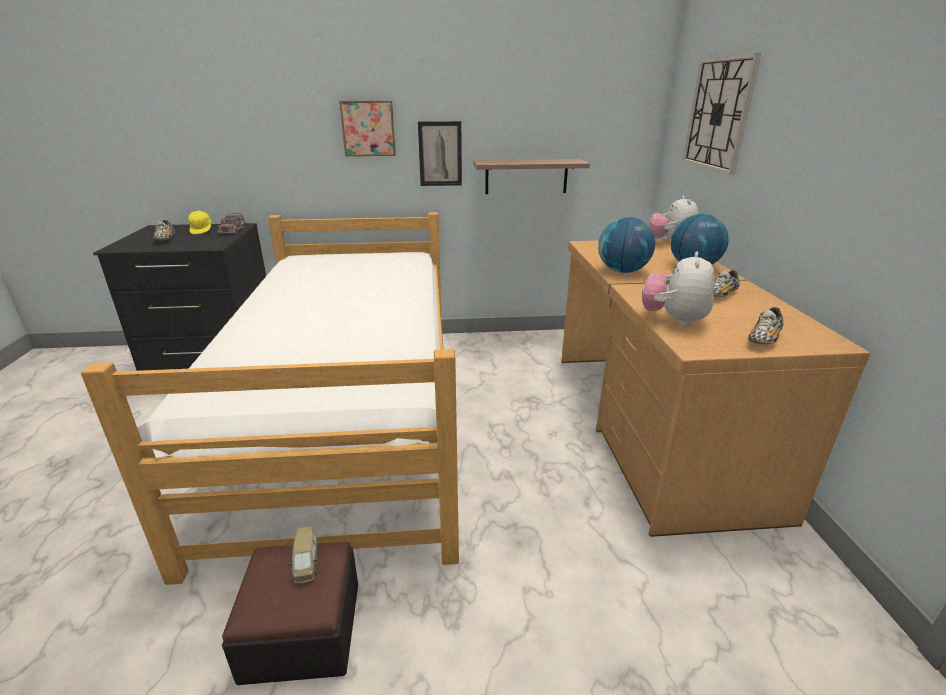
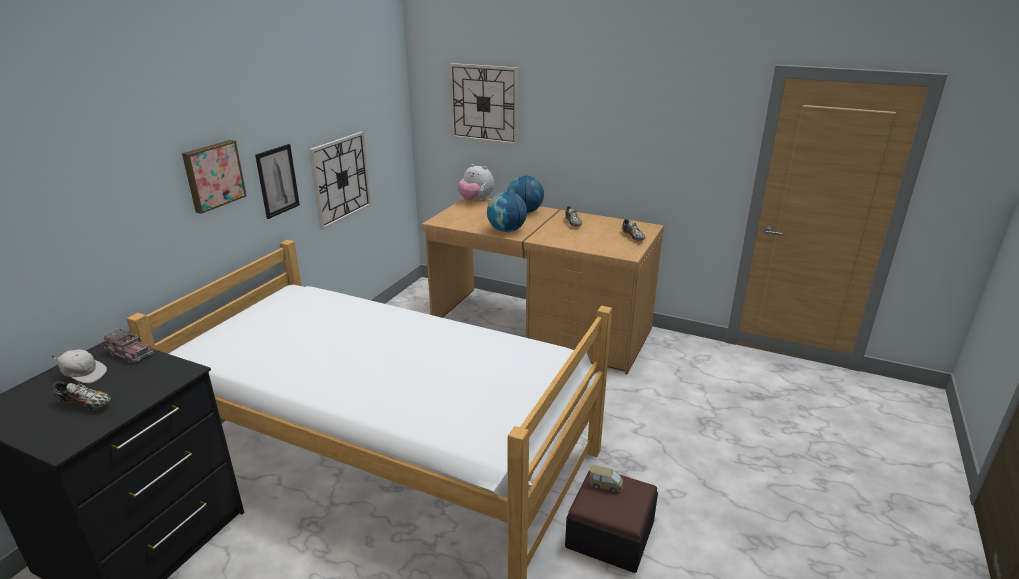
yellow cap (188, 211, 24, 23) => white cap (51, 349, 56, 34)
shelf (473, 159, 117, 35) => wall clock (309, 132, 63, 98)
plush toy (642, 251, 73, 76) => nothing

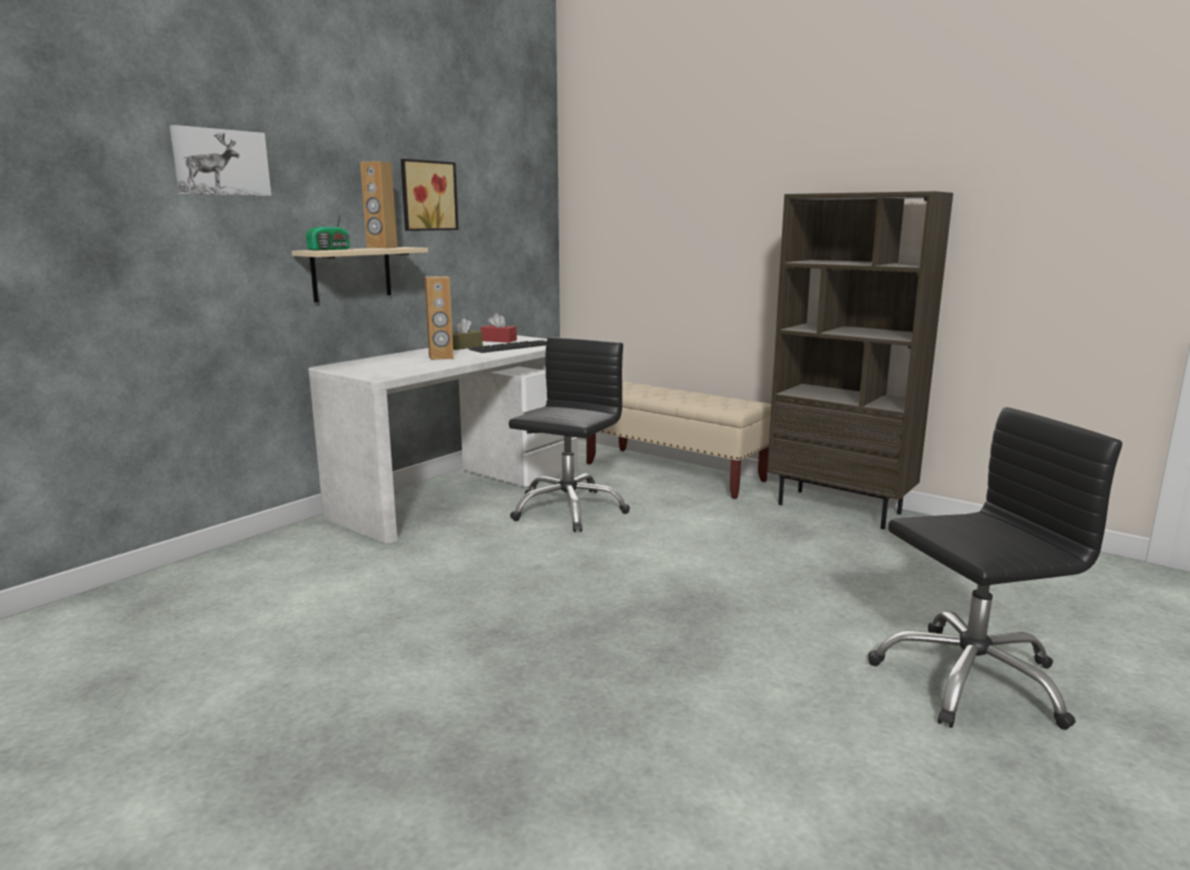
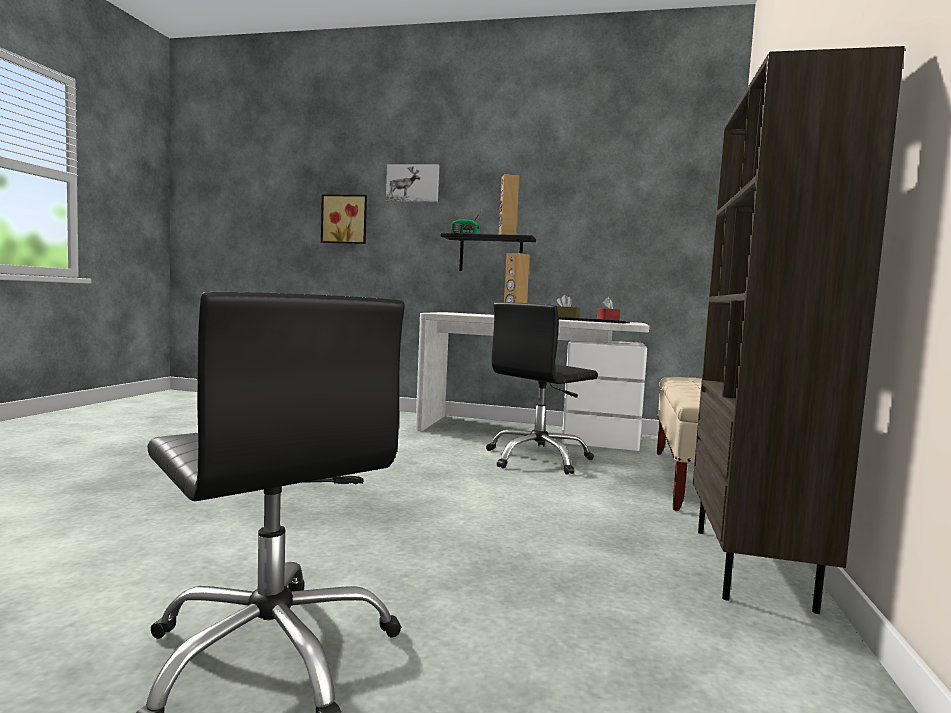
picture (401, 159, 58, 72) => picture (321, 194, 46, 50), move
beige shelf (292, 247, 136, 55) => black shelf (441, 233, 95, 38)
black office chair (509, 337, 121, 195) => black office chair (486, 302, 112, 173), 135 degrees clockwise

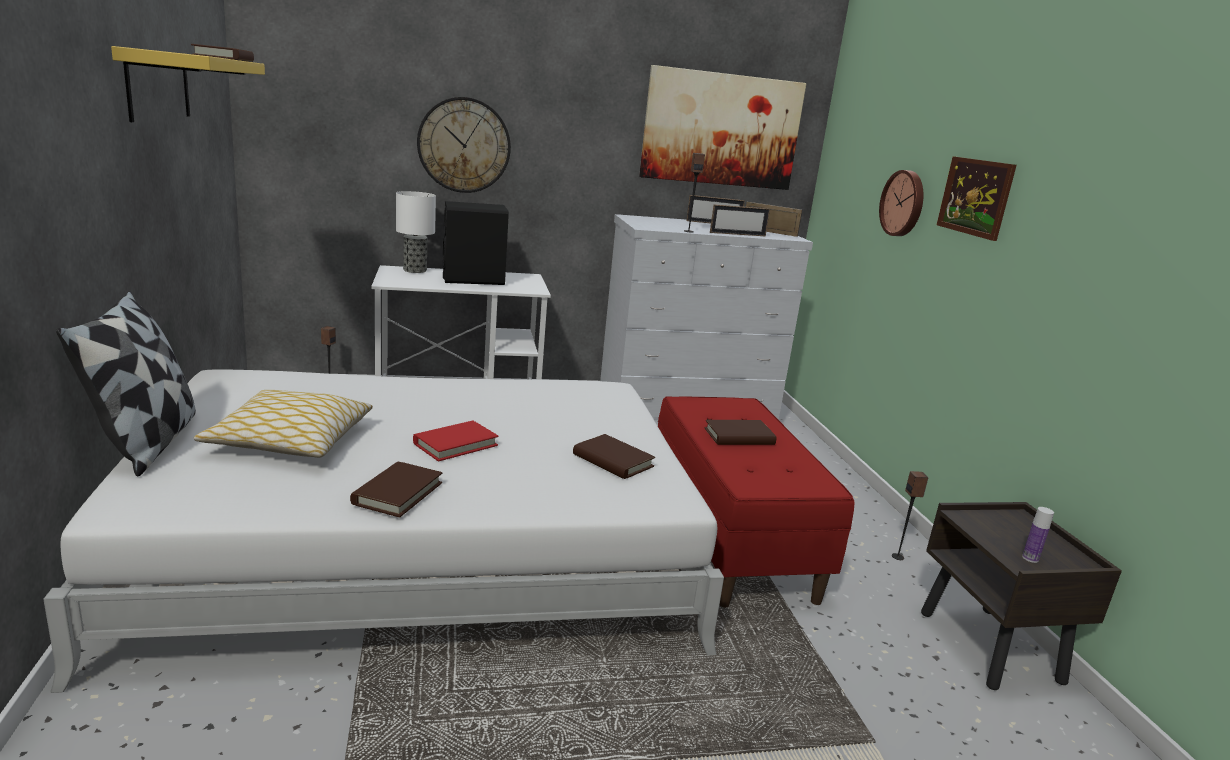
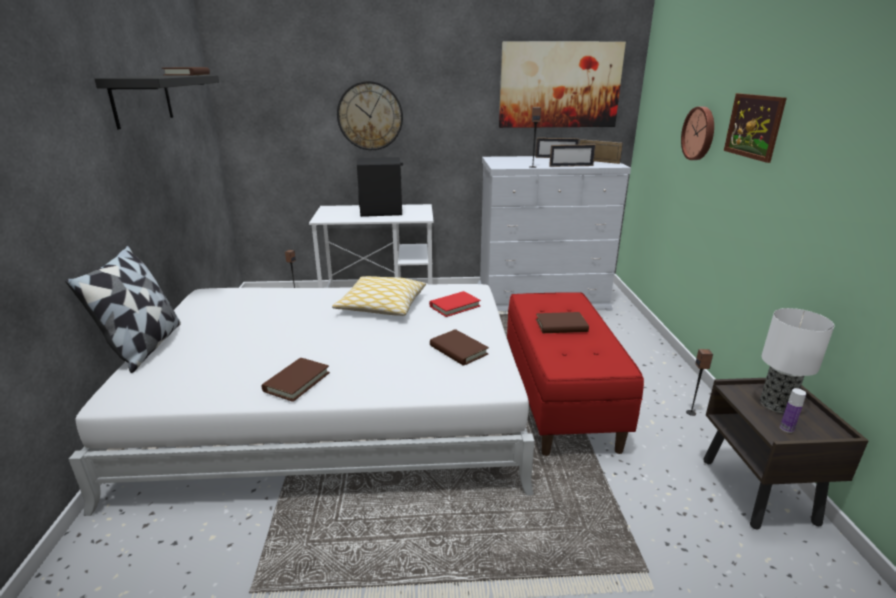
yellow shelf (111, 46, 154, 76) => black shelf (95, 75, 124, 54)
pillow (194, 390, 179, 68) => pillow (332, 276, 94, 40), move
red book (413, 421, 86, 40) => red book (429, 291, 52, 26), move
table lamp (396, 191, 40, 82) => table lamp (760, 308, 74, 105), move

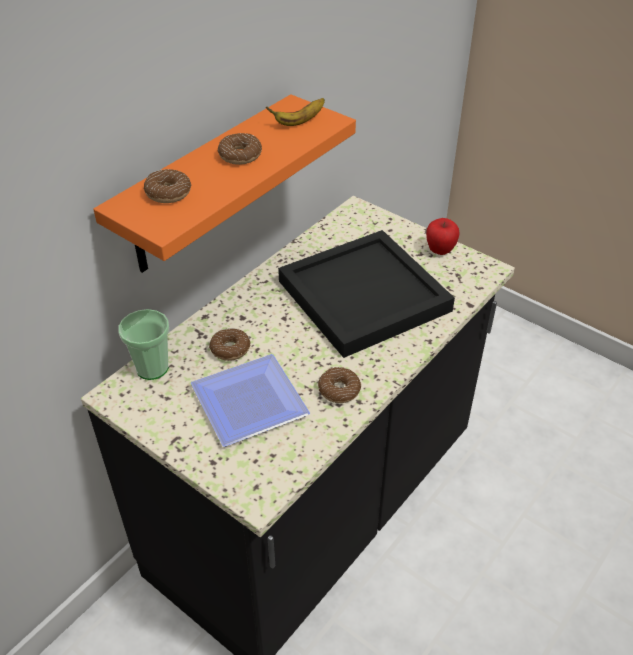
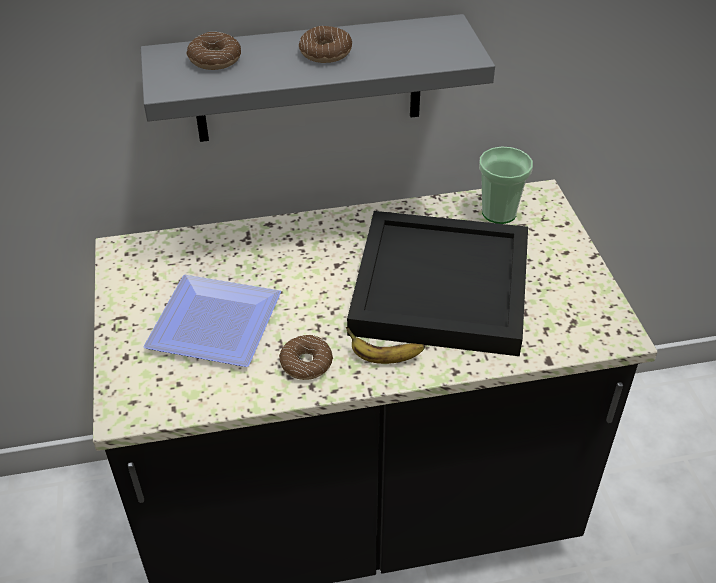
orange shelf (93, 94, 263, 179) => grey shelf (141, 14, 354, 128)
banana (266, 98, 59, 28) => banana (346, 327, 79, 37), move
cup (118, 309, 51, 71) => cup (479, 146, 54, 78), move
donut (209, 328, 41, 33) => nothing
apple (426, 218, 33, 37) => nothing

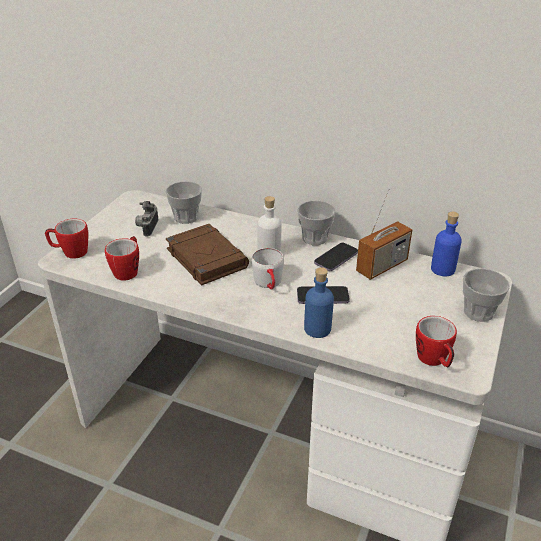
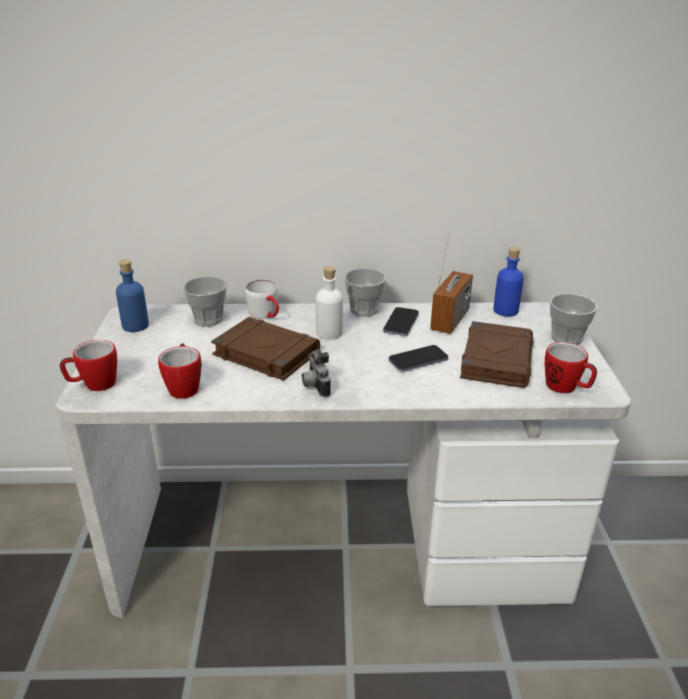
blue bottle (304, 267, 30, 71) => blue bottle (116, 260, 33, 72), move
white mug (252, 248, 32, 42) => white mug (245, 279, 34, 40), move
photo camera (135, 201, 24, 36) => photo camera (302, 349, 29, 48), move
nothing => brown book (460, 321, 74, 67)

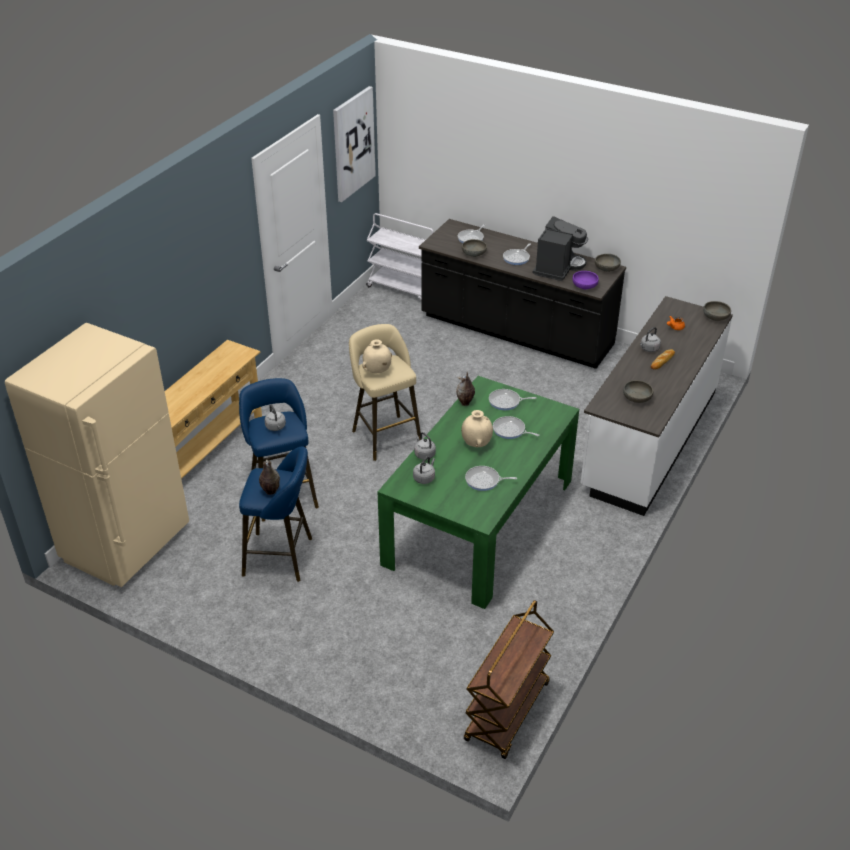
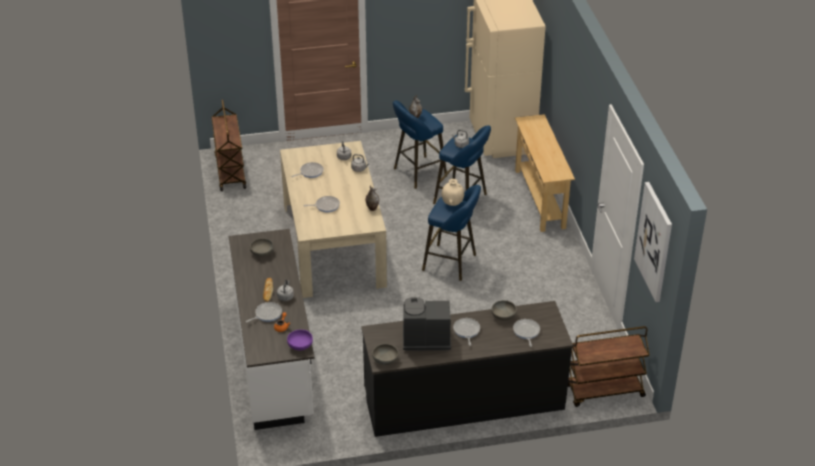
frying pan (489, 389, 47, 21) => frying pan (246, 302, 36, 20), move
green dining table (377, 376, 202, 233) => beige dining table (280, 141, 107, 157)
purple bowl (572, 271, 27, 19) => purple bowl (287, 330, 26, 20), move
coffee machine (533, 216, 55, 65) => coffee machine (403, 297, 48, 54), 105 degrees clockwise
beige stool (349, 324, 72, 137) => blue stool (422, 185, 59, 96)
white cart (366, 213, 68, 89) => brown cart (568, 326, 82, 81)
beige vase (461, 410, 32, 37) => nothing
grey bowl (703, 301, 28, 20) => nothing

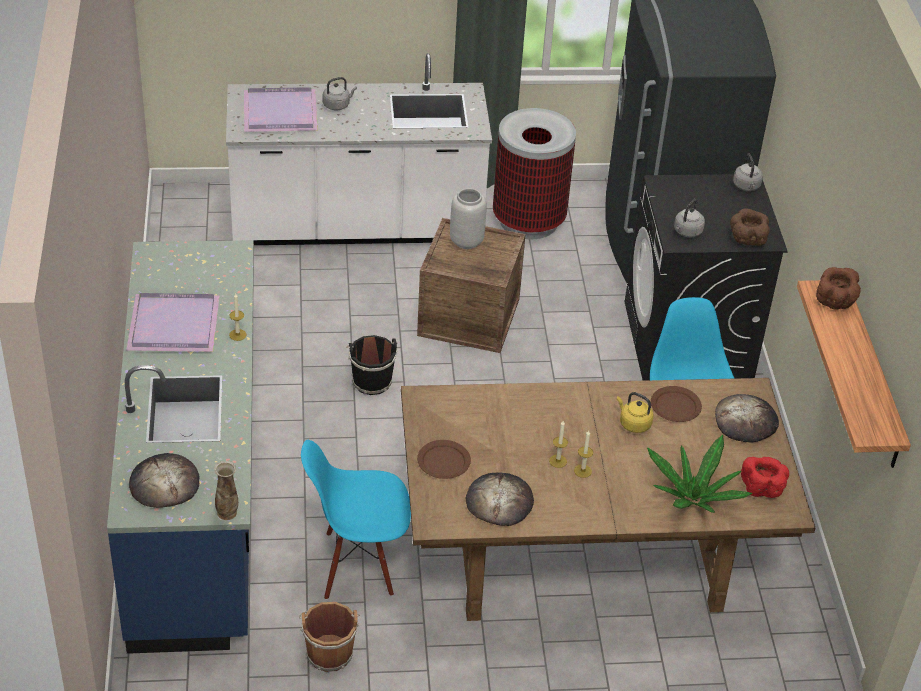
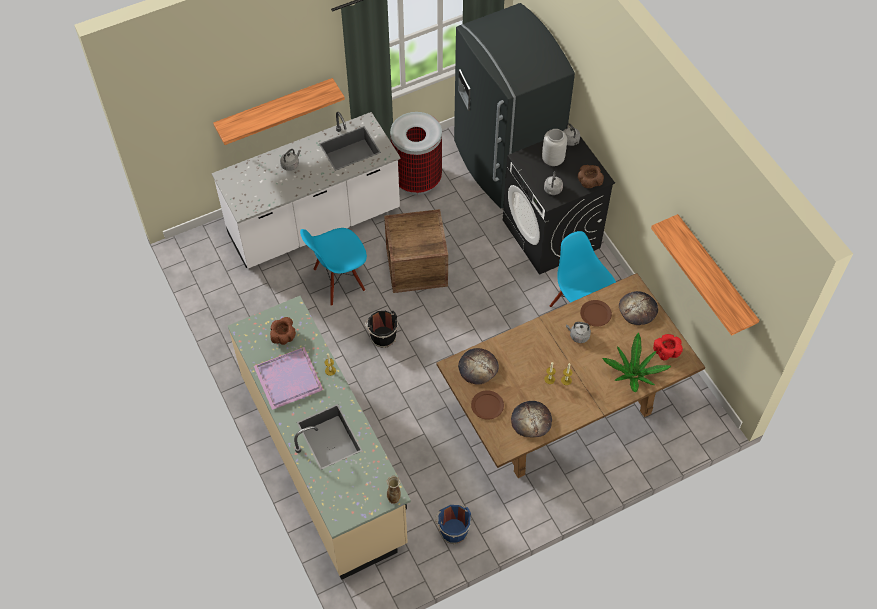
nothing => shelf (213, 78, 132, 67)
blue counter (107, 240, 147, 414) => beige counter (228, 296, 183, 284)
brown bowl (816, 267, 45, 43) => brown bowl (270, 317, 26, 28), move
blue chair (301, 440, 110, 160) => blue chair (300, 228, 67, 78), move
brown bucket (299, 602, 61, 70) => blue bucket (435, 505, 36, 40)
bread (129, 453, 71, 55) => bread (458, 348, 41, 37), move
grey vase (450, 188, 37, 61) => grey vase (542, 129, 25, 37), move
yellow kettle (617, 392, 37, 41) => grey kettle (566, 322, 25, 21)
purple tray (244, 87, 74, 45) => nothing

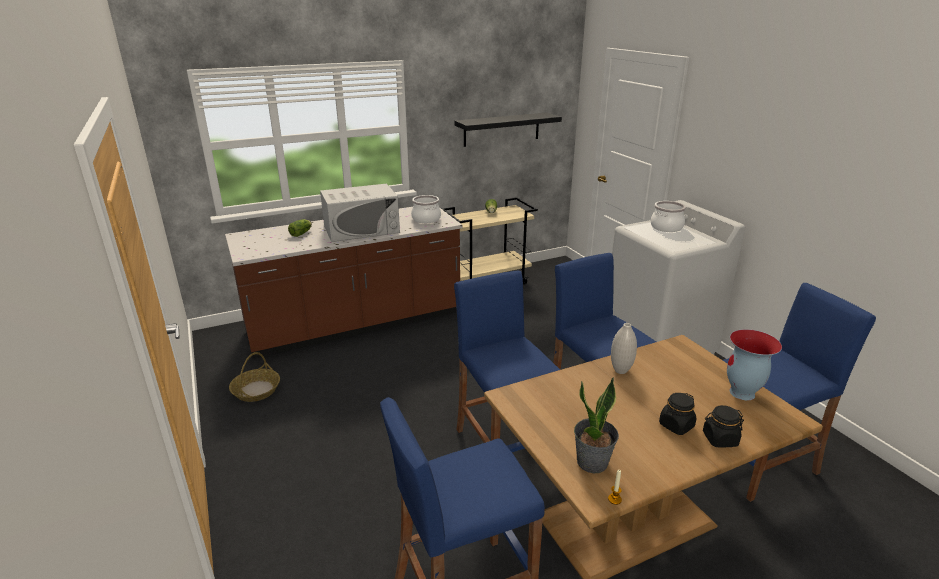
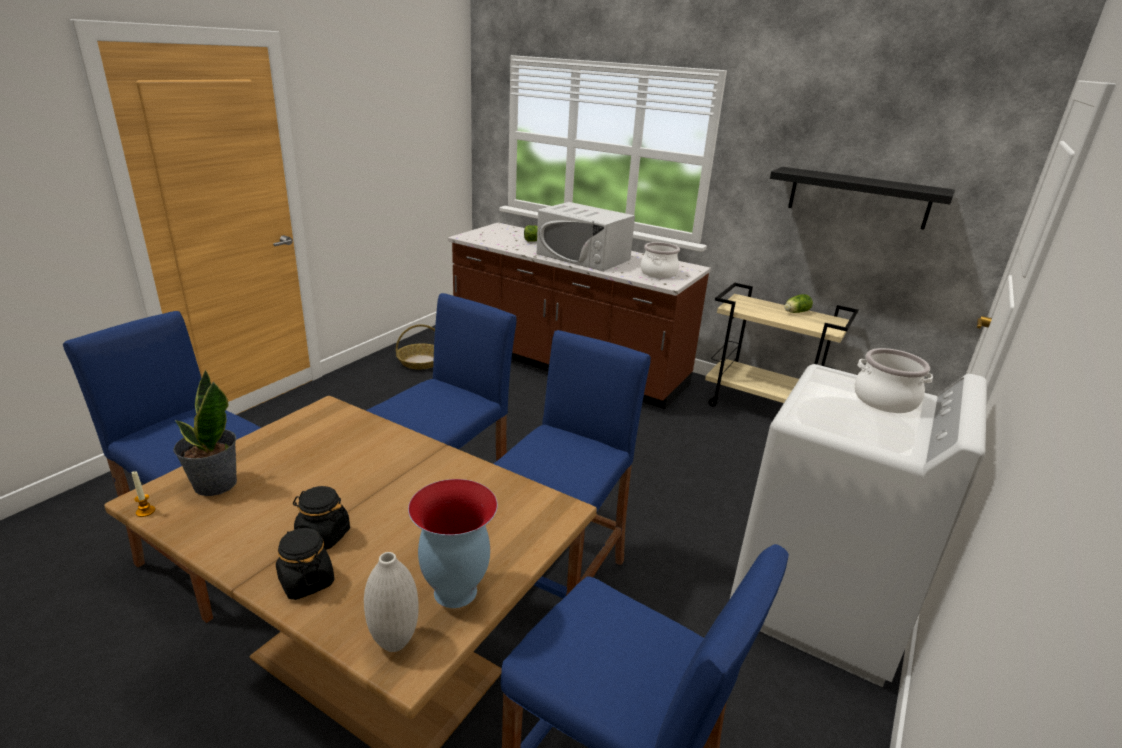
white vase (611, 323, 26, 51) => white vase (364, 552, 55, 100), move

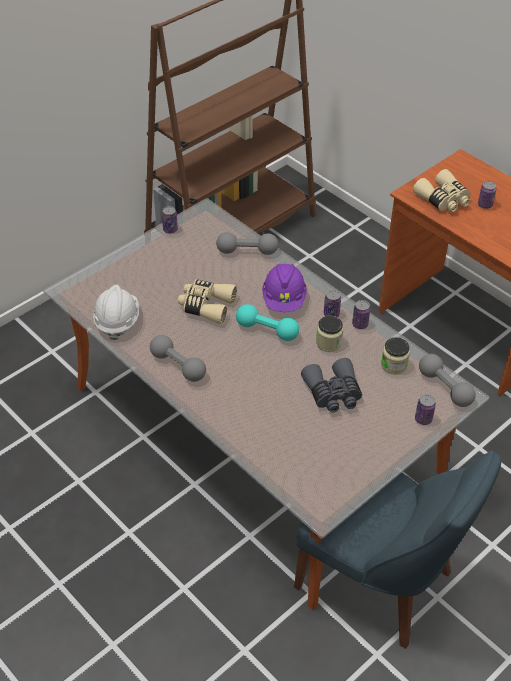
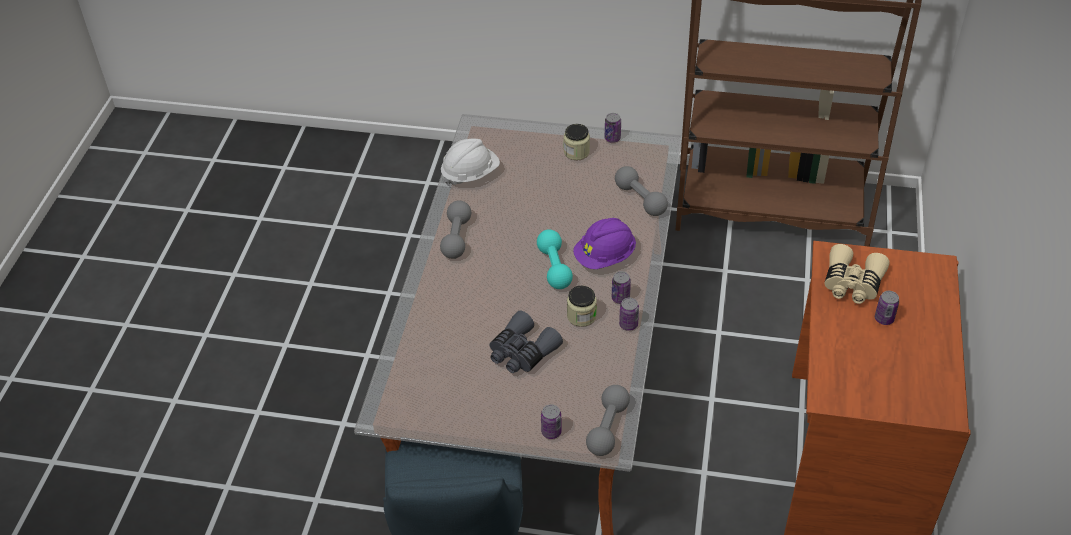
jar (381, 337, 29, 37) => jar (564, 124, 26, 36), move
beige binoculars (178, 279, 59, 45) => nothing

